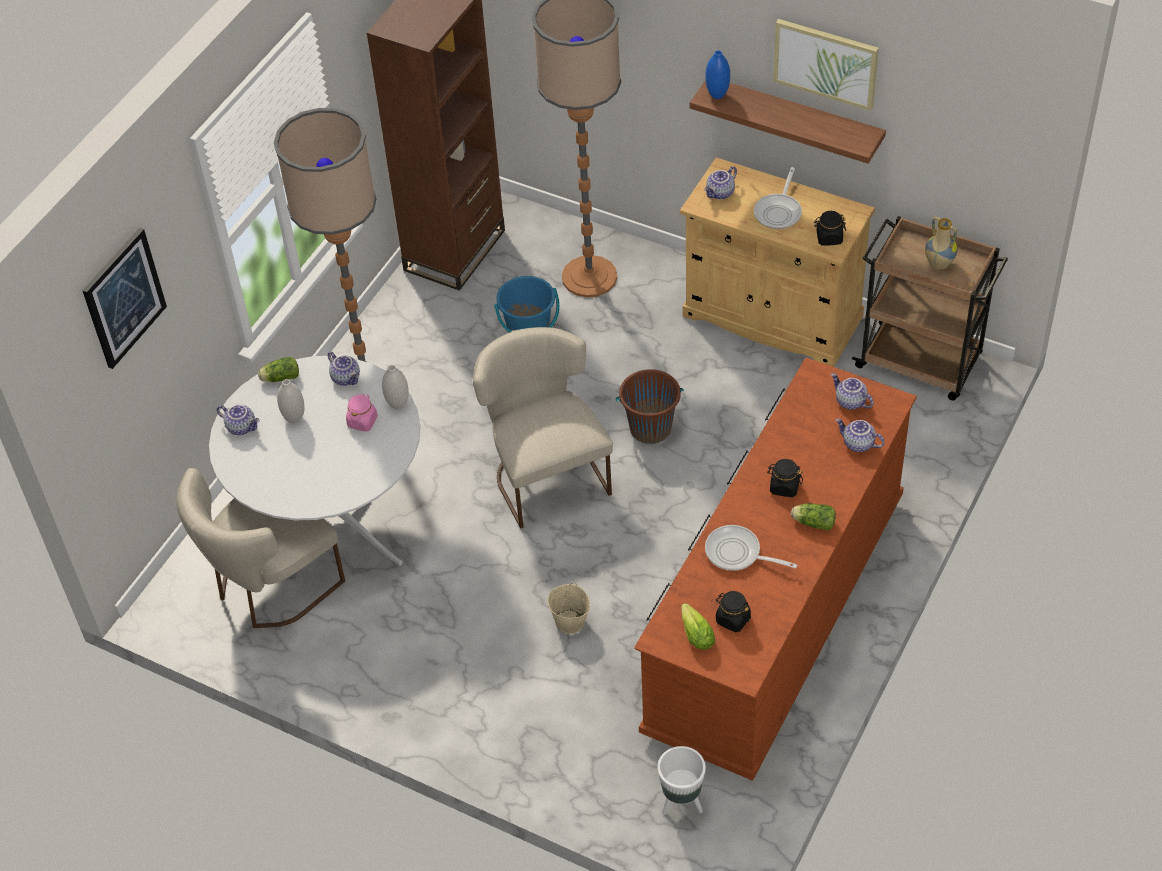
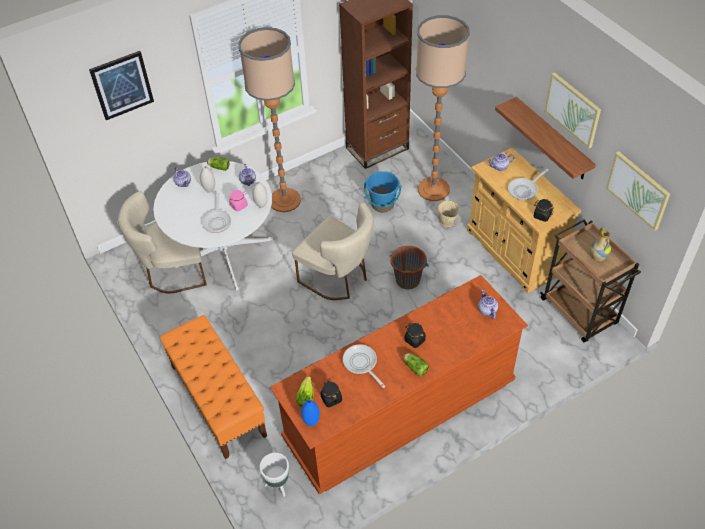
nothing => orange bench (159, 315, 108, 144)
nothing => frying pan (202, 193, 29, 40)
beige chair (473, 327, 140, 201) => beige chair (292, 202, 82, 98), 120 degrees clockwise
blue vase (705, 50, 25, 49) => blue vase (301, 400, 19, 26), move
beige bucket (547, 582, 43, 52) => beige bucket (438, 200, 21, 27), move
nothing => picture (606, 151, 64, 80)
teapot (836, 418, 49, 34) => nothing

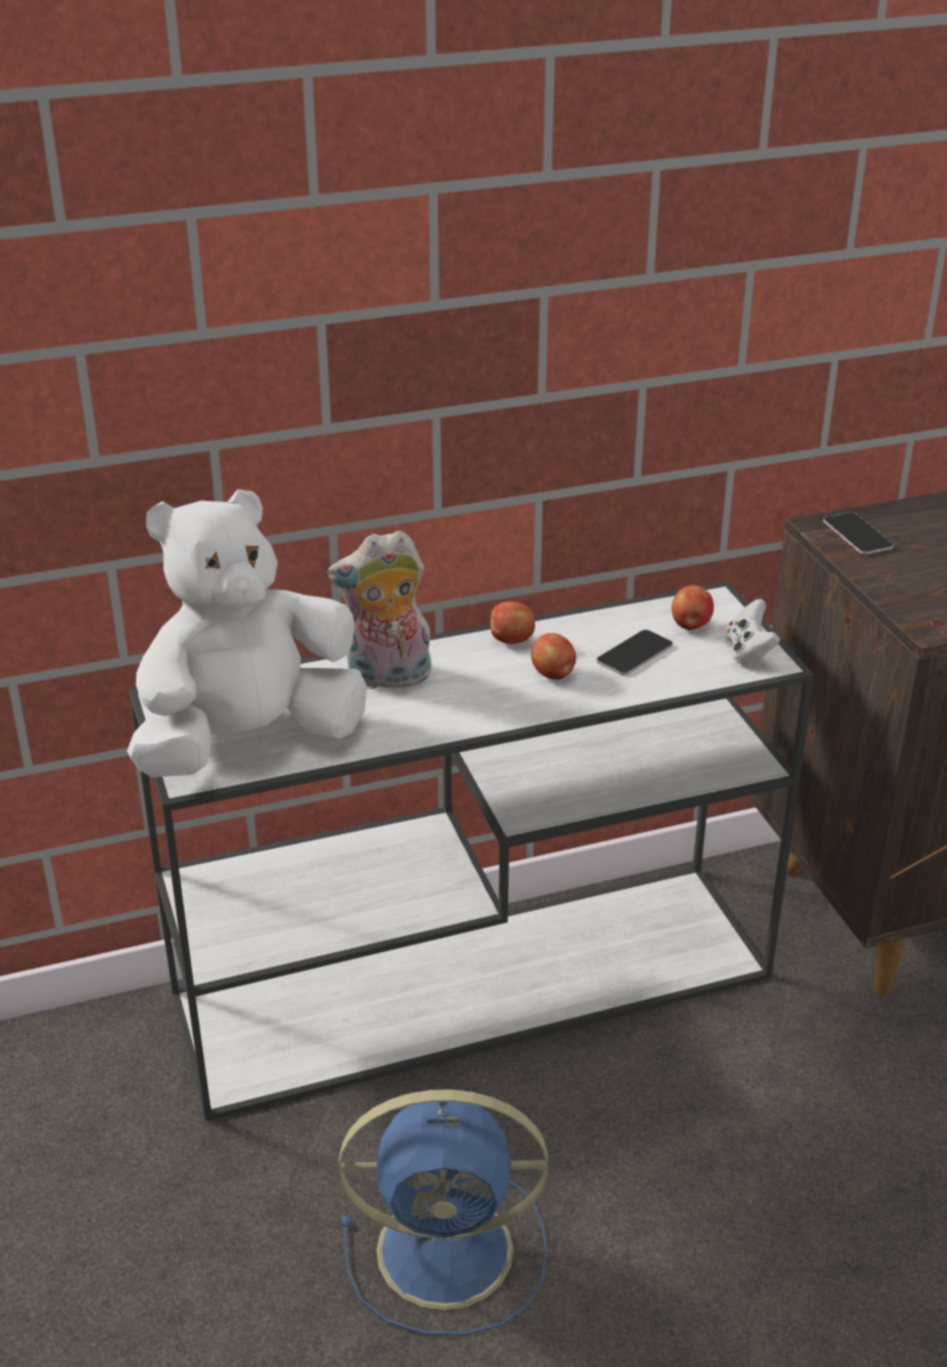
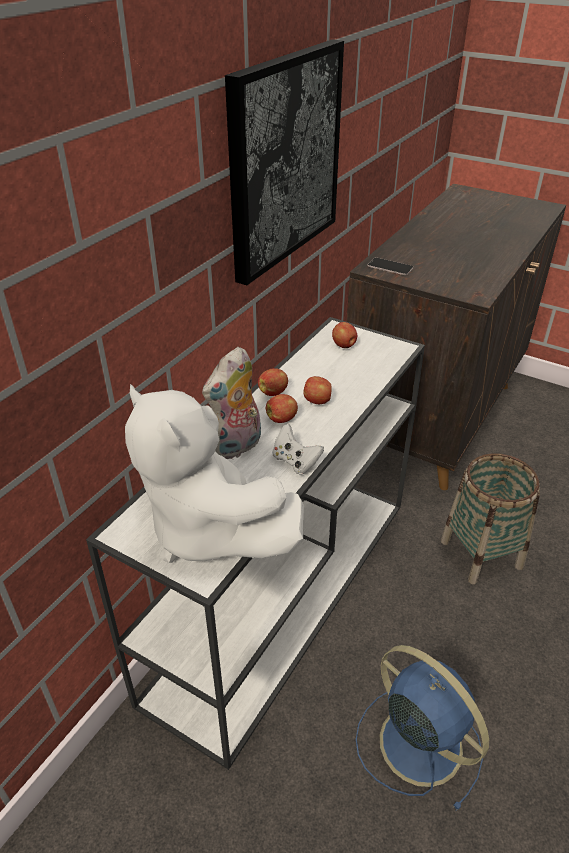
white plush toy (127, 489, 240, 288) => white plush toy (125, 384, 179, 179), 60 degrees counterclockwise
nothing => picture (225, 40, 119, 245)
nothing => apple (266, 394, 32, 29)
white game controller (725, 599, 55, 65) => white game controller (273, 424, 51, 51), move
blue fan (339, 1089, 209, 246) => blue fan (356, 645, 133, 166), 90 degrees counterclockwise
nothing => basket (441, 453, 99, 131)
phone (596, 630, 77, 46) => nothing

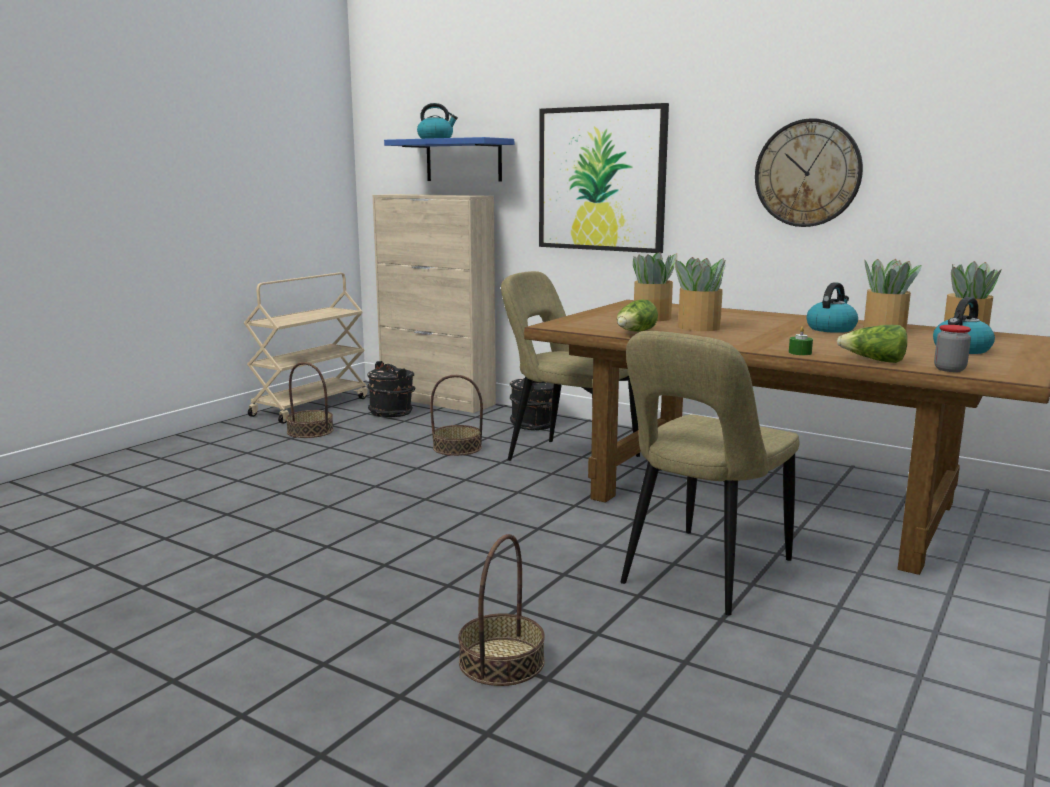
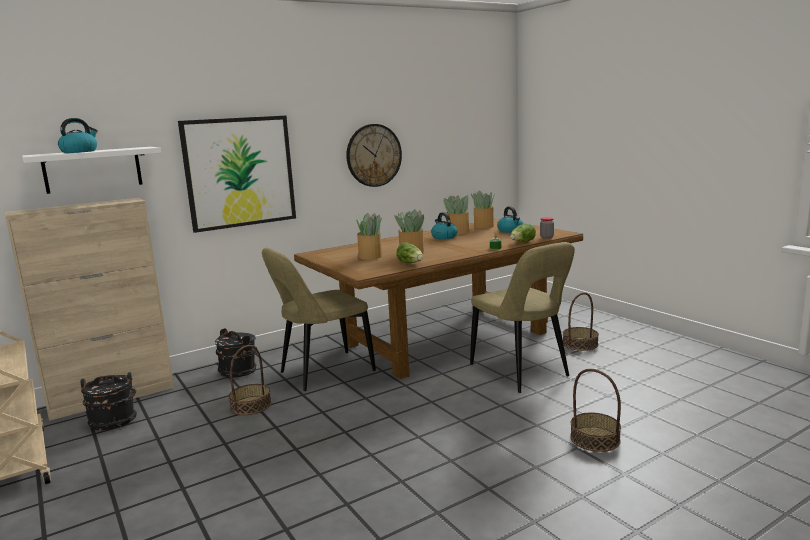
blue shelf (384, 137, 130, 44) => white shelf (22, 147, 139, 47)
basket (286, 362, 48, 76) => basket (563, 292, 36, 59), move

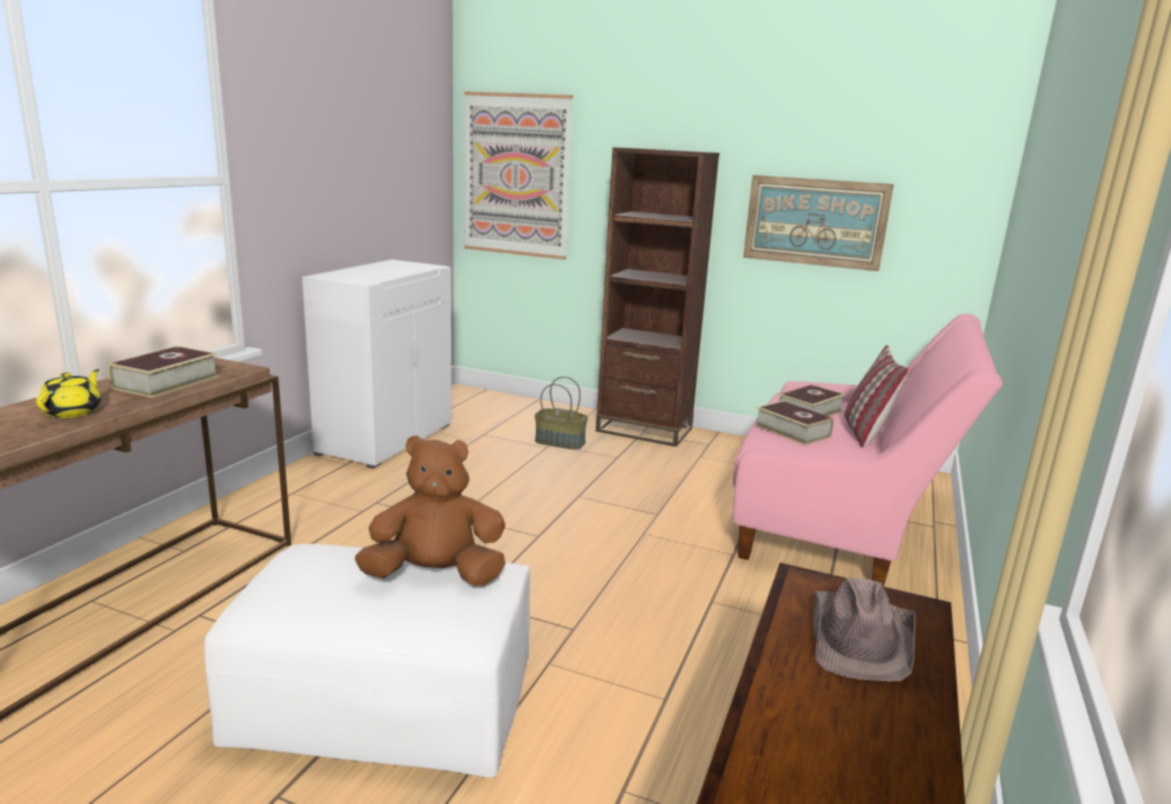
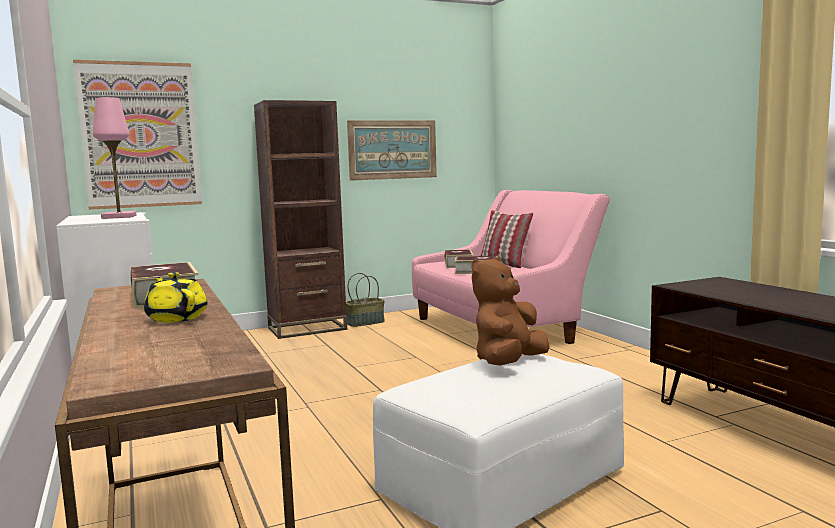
nothing => pink table lamp (93, 97, 43, 122)
basket (535, 376, 53, 74) => basket (346, 273, 39, 54), move
brown hat (813, 578, 103, 103) => nothing

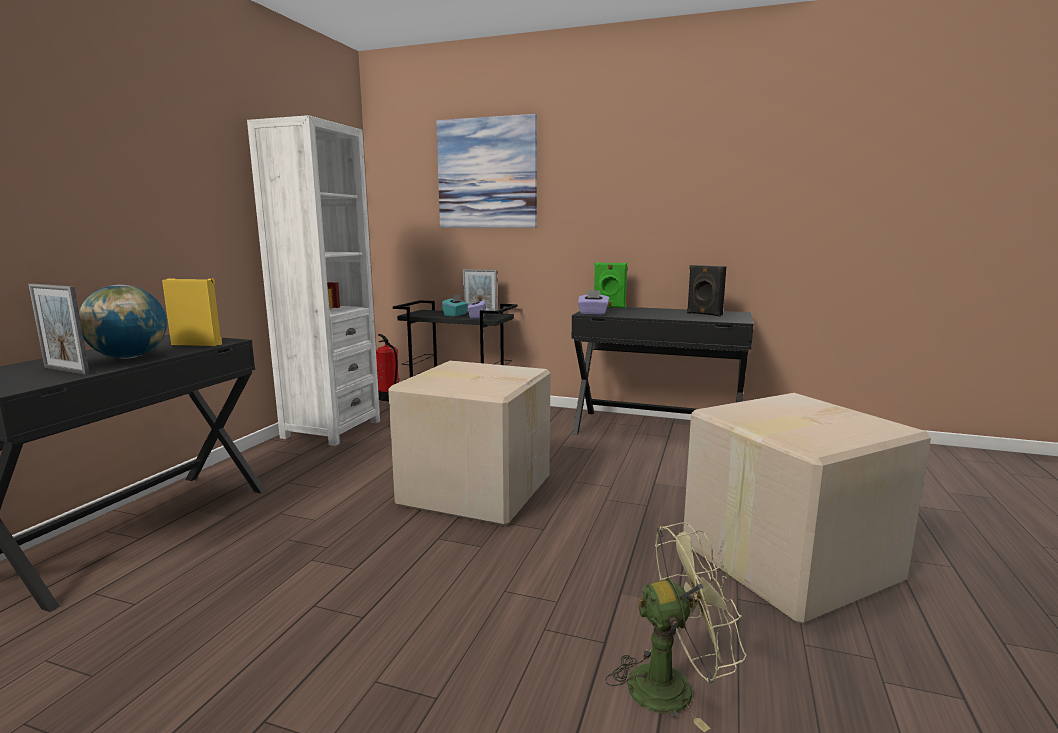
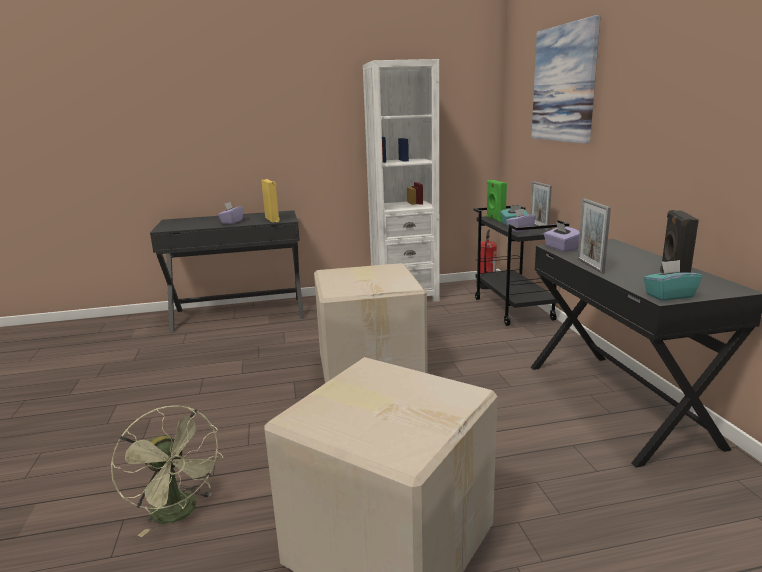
globe (79, 285, 88, 74) => purple tissue box (218, 202, 25, 22)
green speaker (594, 262, 33, 46) => green speaker (486, 180, 21, 42), move
picture frame (28, 284, 62, 91) => picture frame (577, 199, 34, 75), move
nothing => turquoise tissue box (643, 260, 59, 41)

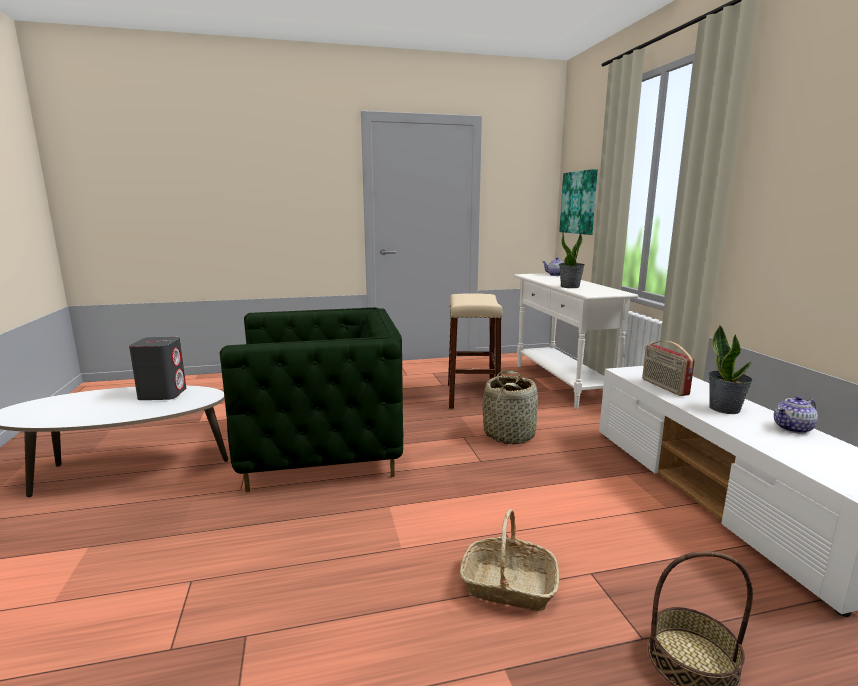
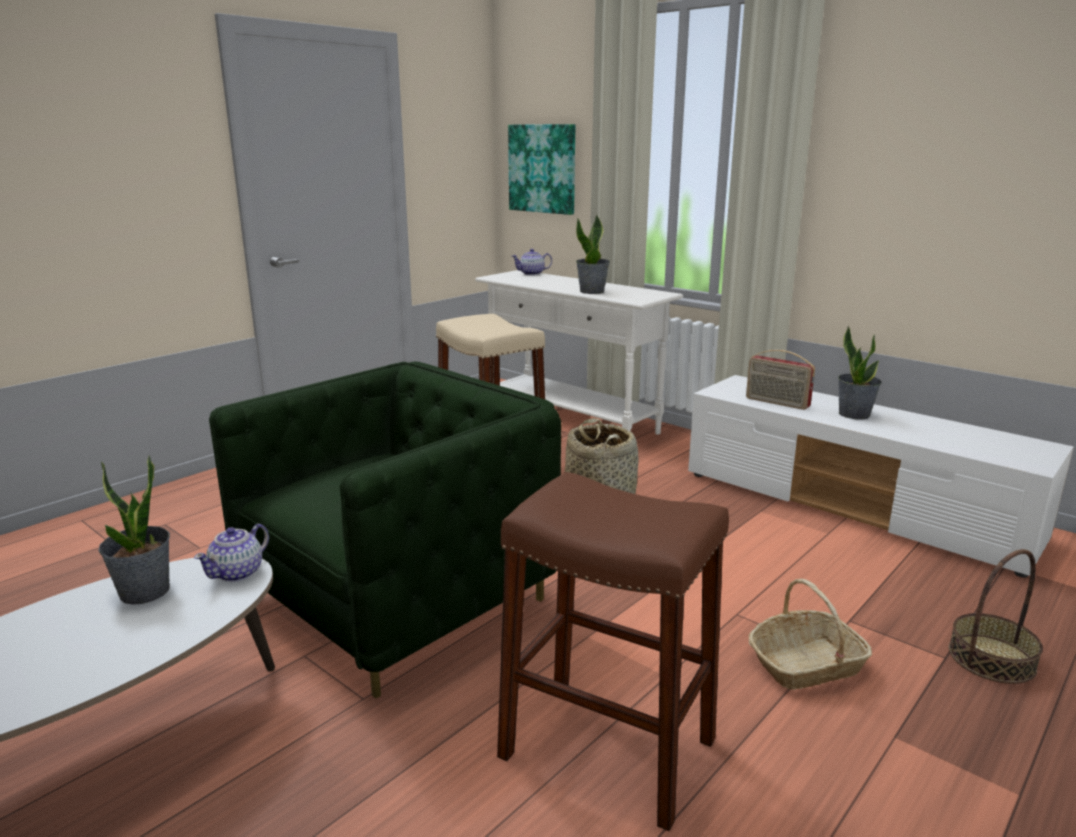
grey speaker (129, 337, 57, 63) => potted plant (99, 455, 71, 150)
teapot (774, 396, 44, 38) => teapot (194, 524, 75, 58), move
nothing => brown stool (497, 472, 232, 359)

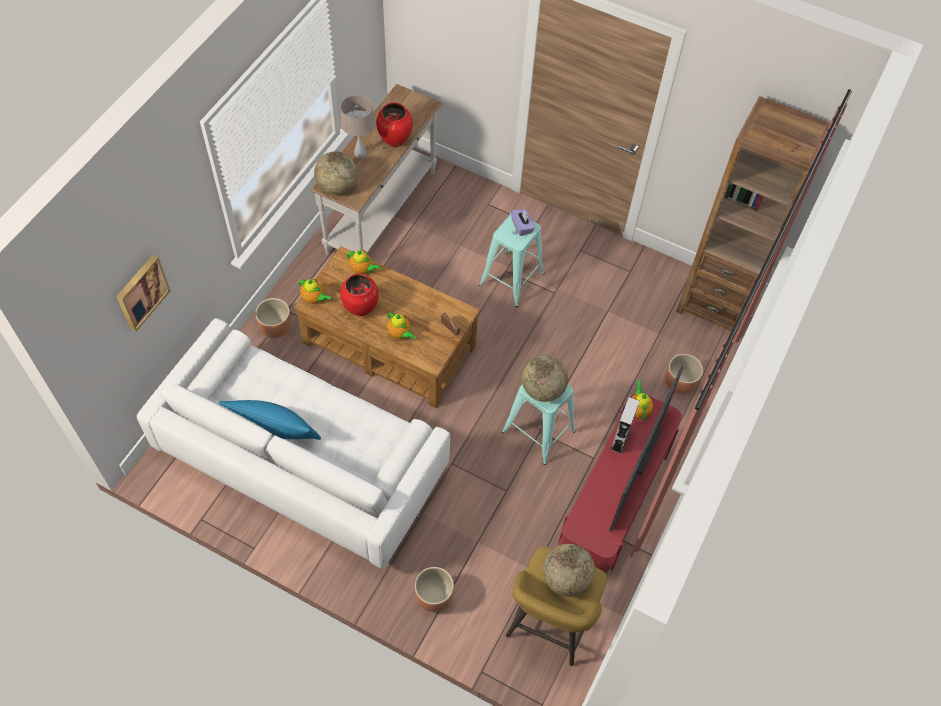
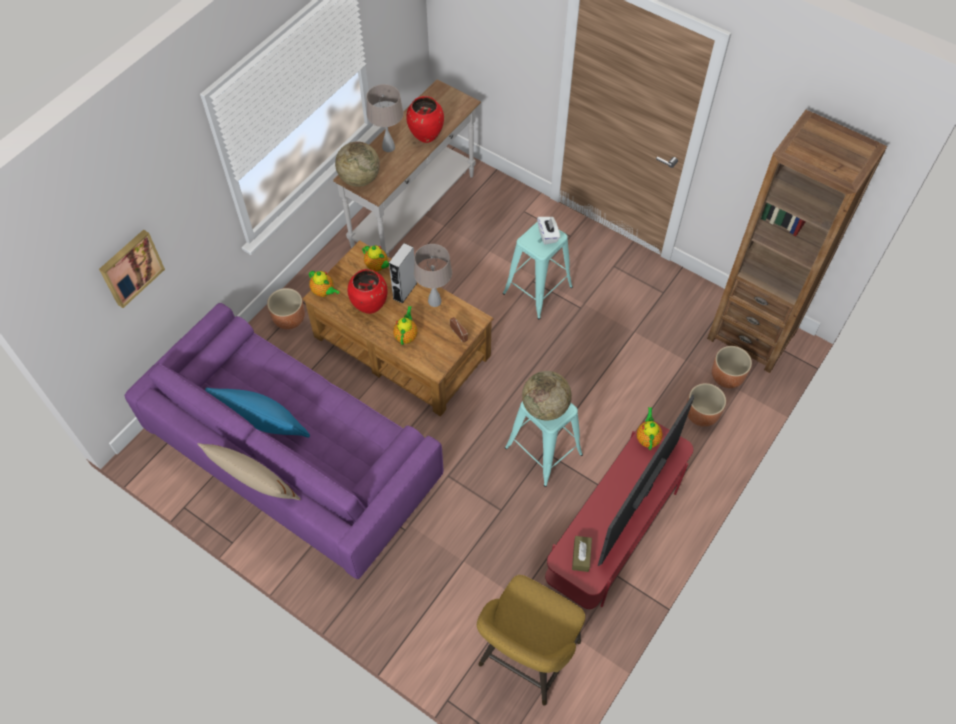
white sofa (137, 318, 313, 251) => purple sofa (125, 303, 318, 276)
nothing => beige pillow (197, 443, 104, 57)
grey speaker (610, 397, 30, 57) => grey speaker (389, 243, 28, 61), move
teapot (387, 312, 29, 27) => teapot (393, 306, 25, 39), 135 degrees counterclockwise
nothing => beige table lamp (414, 244, 38, 63)
purple tissue box (511, 209, 24, 27) => white tissue box (537, 217, 23, 28)
nothing => brown tissue box (572, 536, 20, 36)
brown planter (414, 567, 40, 45) => brown planter (712, 346, 40, 42), move
globe (543, 544, 52, 53) => nothing

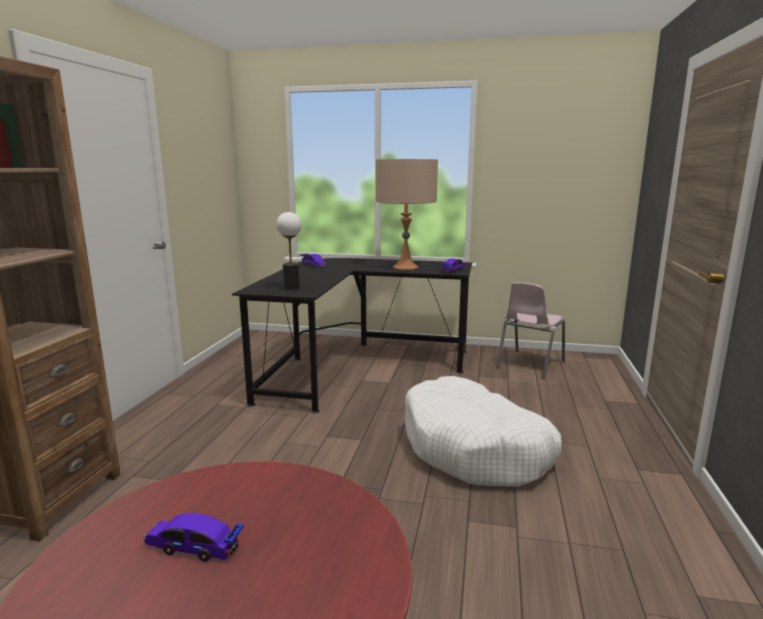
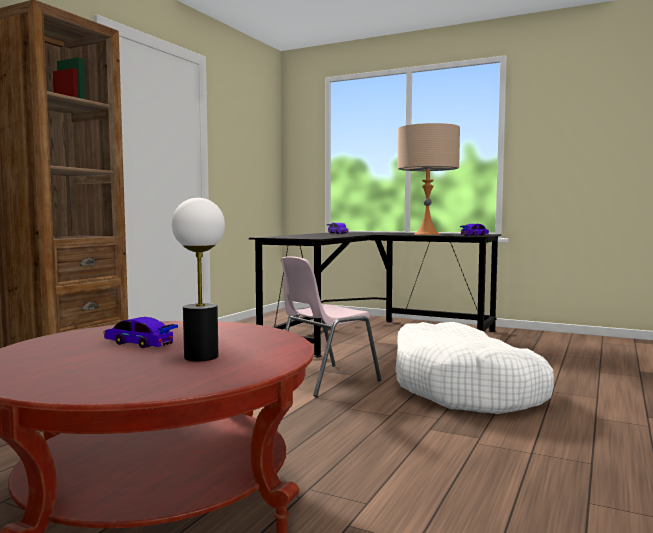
table lamp (276, 212, 25, 78) => table lamp (172, 198, 53, 163), move
pink chair (496, 283, 69, 96) => pink chair (281, 256, 100, 141), move

